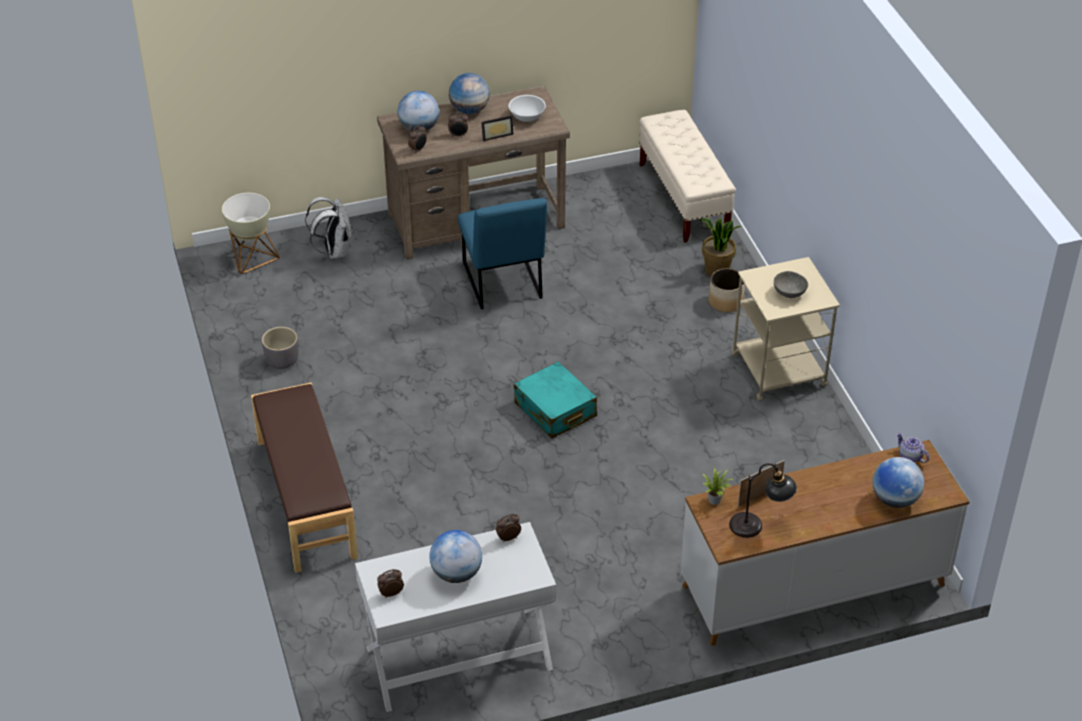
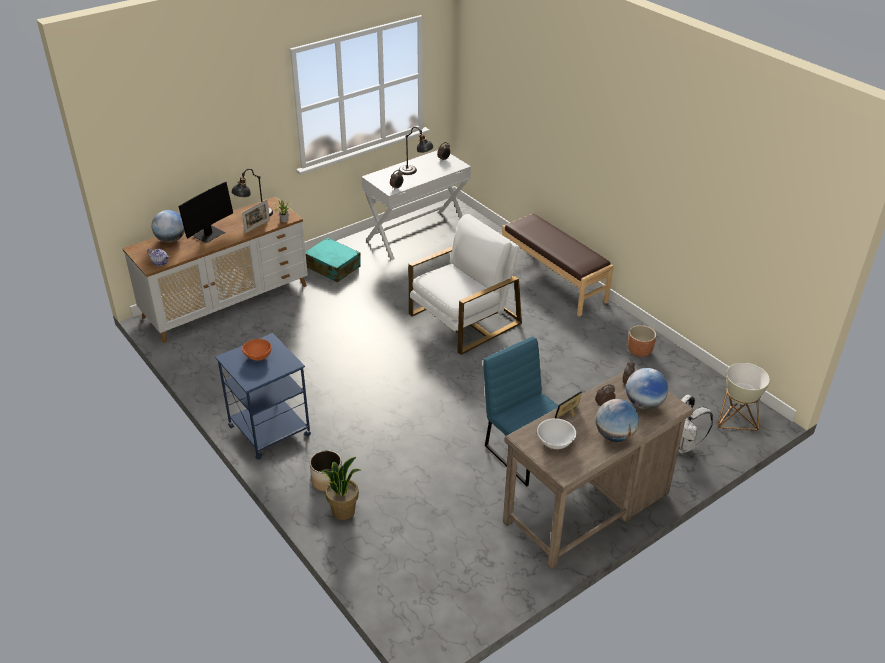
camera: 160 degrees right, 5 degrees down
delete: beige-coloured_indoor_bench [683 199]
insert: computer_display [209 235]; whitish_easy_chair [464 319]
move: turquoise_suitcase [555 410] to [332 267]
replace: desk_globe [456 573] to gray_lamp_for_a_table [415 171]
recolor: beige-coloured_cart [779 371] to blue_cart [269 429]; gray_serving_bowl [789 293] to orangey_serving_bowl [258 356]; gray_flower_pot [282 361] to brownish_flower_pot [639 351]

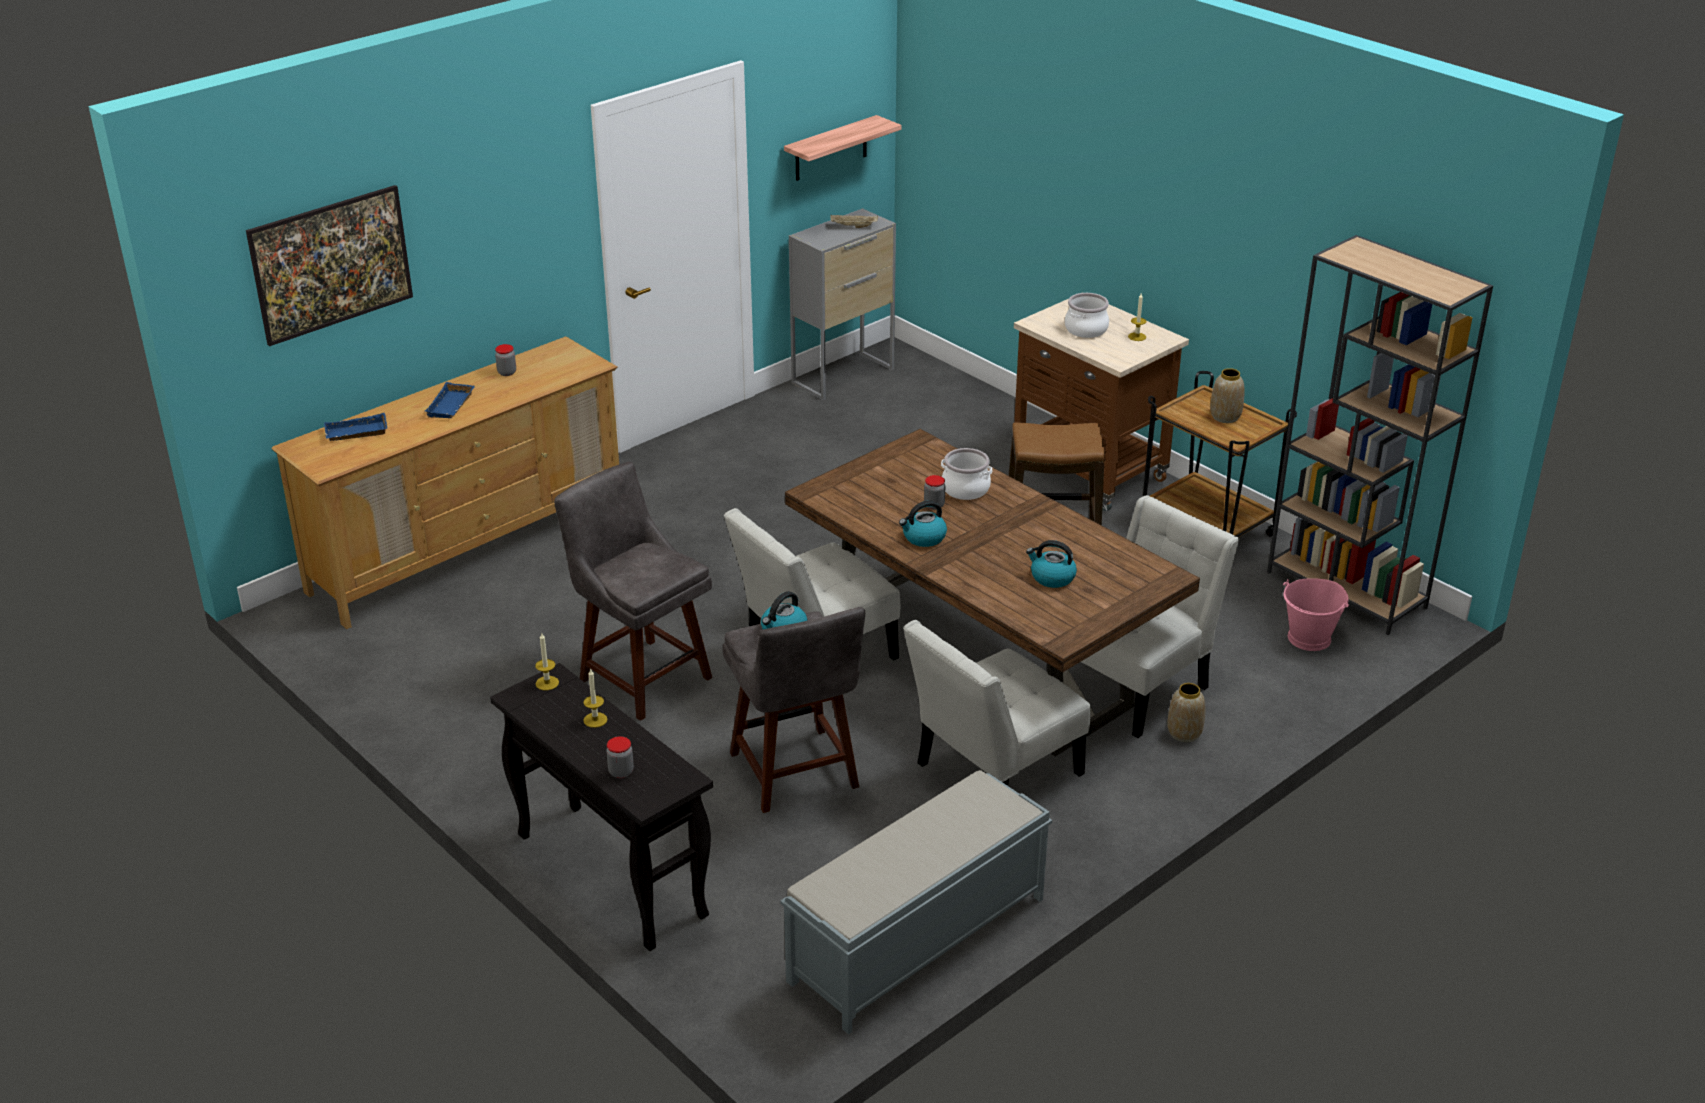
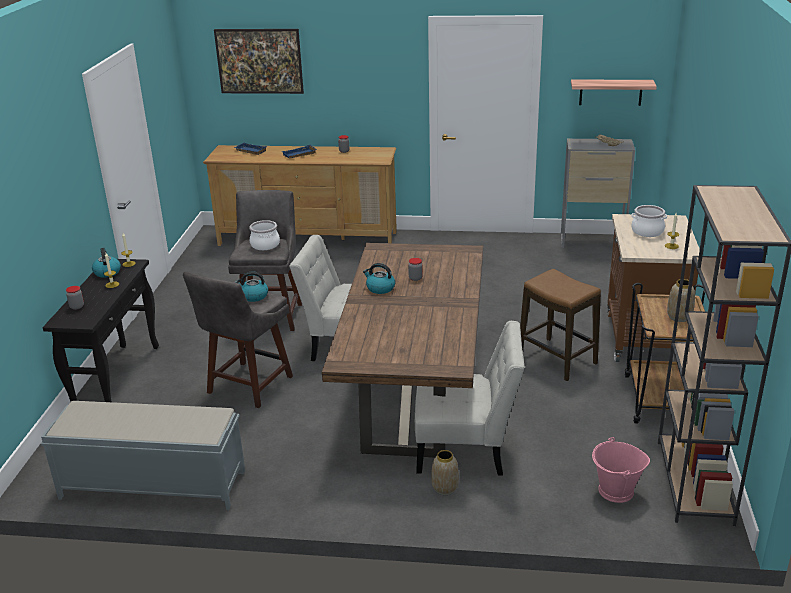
camera: 50 degrees right, 5 degrees down
delete: whitish_chair [992 773]
move: tea_kettle [1052 577] to [107 272]; saucepot [965 489] to [265 245]

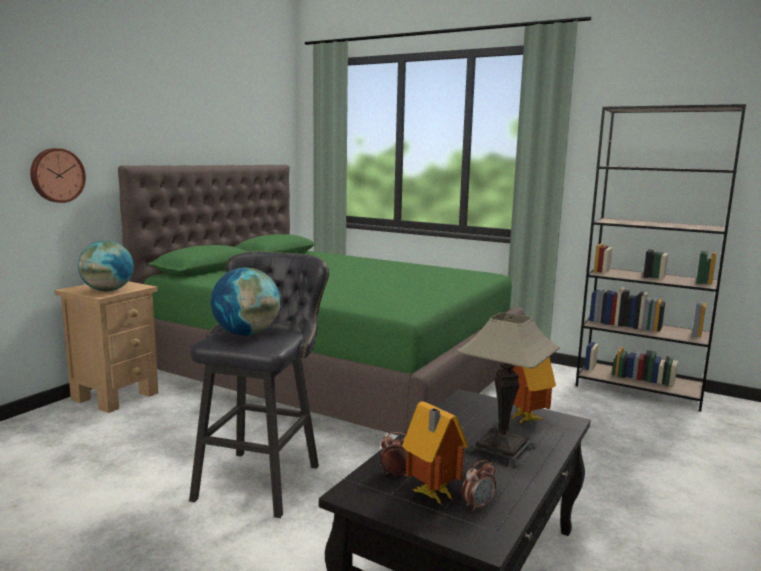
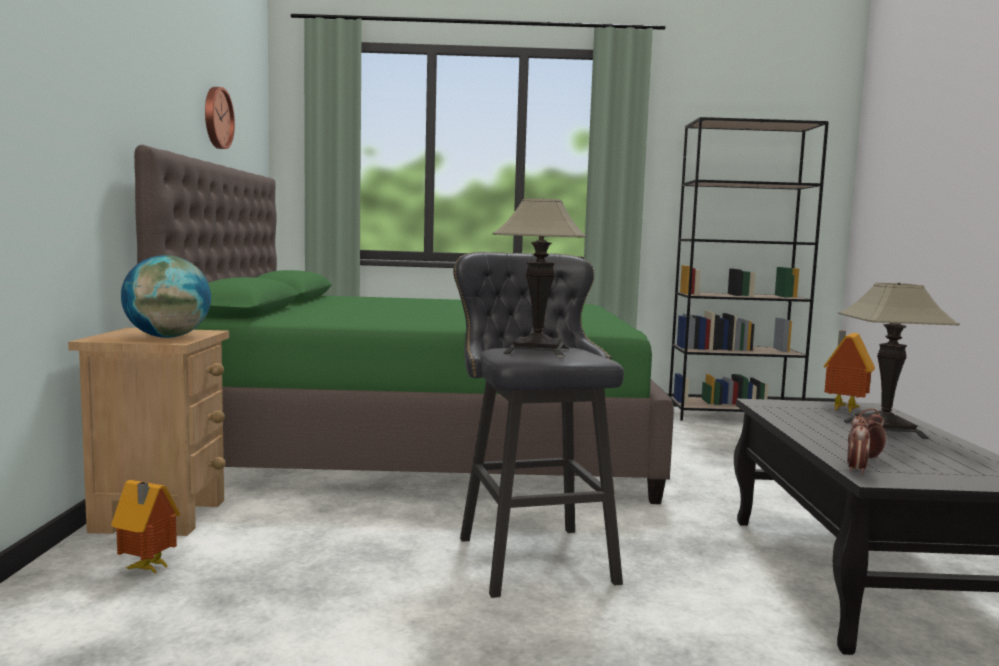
camera: 30 degrees left, 5 degrees down
move: miniature_house [431 496] to [146 569]; clock_on_the_wall [56 175] to [216 118]; alarm_clock [478 505] to [856 470]
replace: desk_globe [246 334] to lamp_for_a_table [536 351]

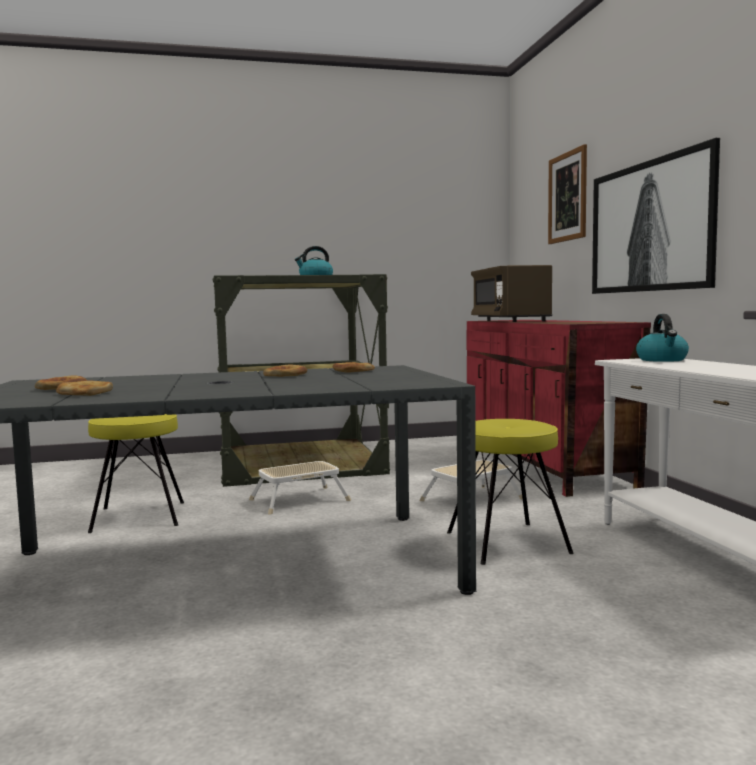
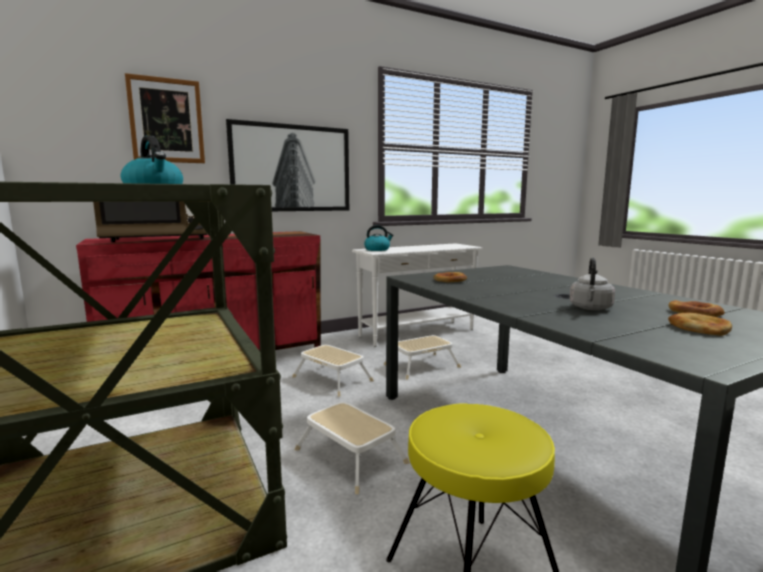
camera: 105 degrees left, 5 degrees up
delete: bread [286 375]
insert: gray_tea_kettle [590 308]
replace: yellow-coloured_sitting_stool [508 542] to beige-coloured_step_ladder [422 366]

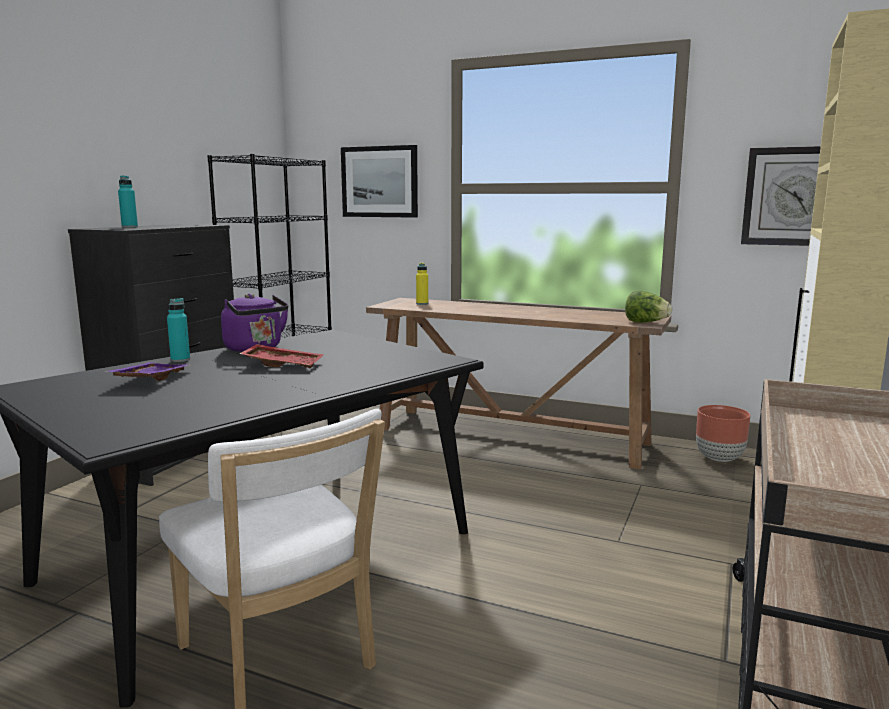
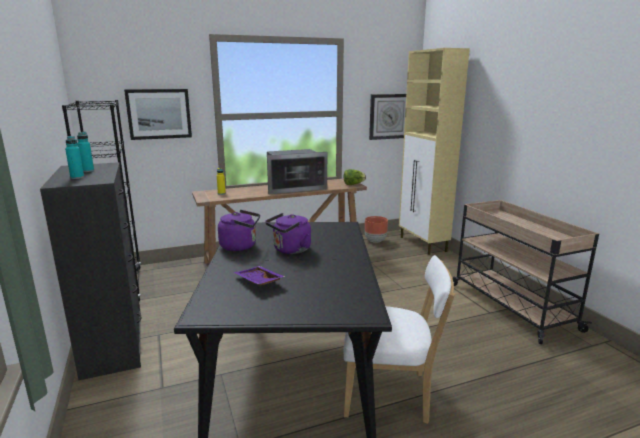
camera: 45 degrees left, 5 degrees up
insert: microwave_oven [294 188]
move: turquoise_drink_bottle [180 360] to [87 171]
replace: red_carrying_tray [283 364] to purplish_tea_kettle [290 250]

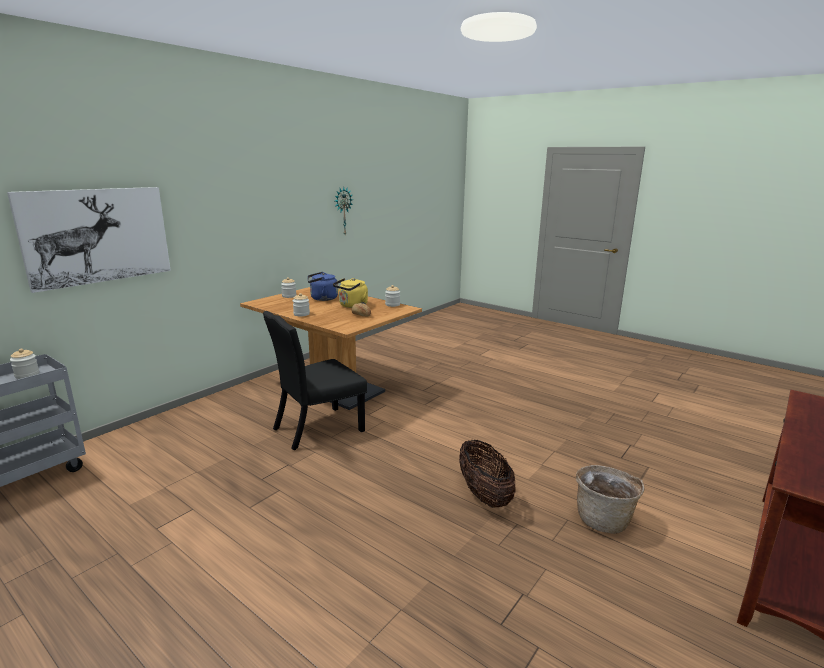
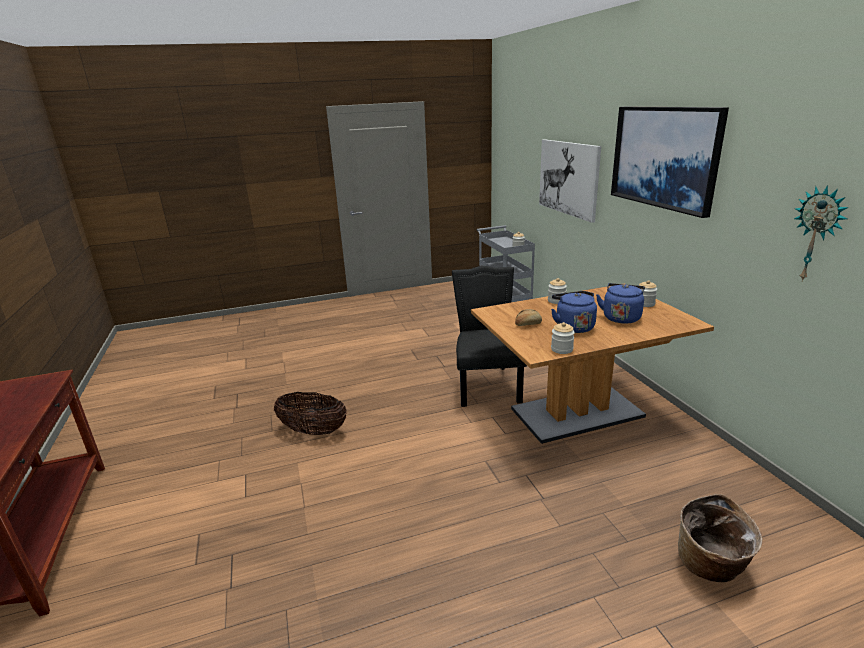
camera: 125 degrees right, 5 degrees up
insert: picture [664 157]
move: basket [603 519] to [710 566]
recolor: yellow-coloured_tea_kettle [352 306] to blue_tea_kettle [573 326]

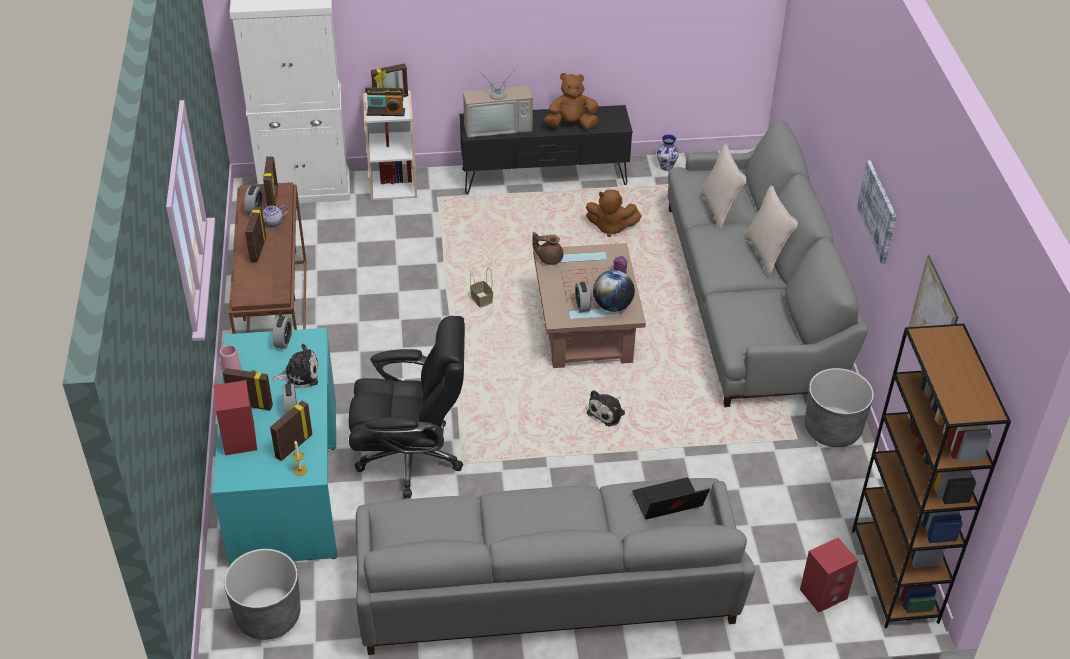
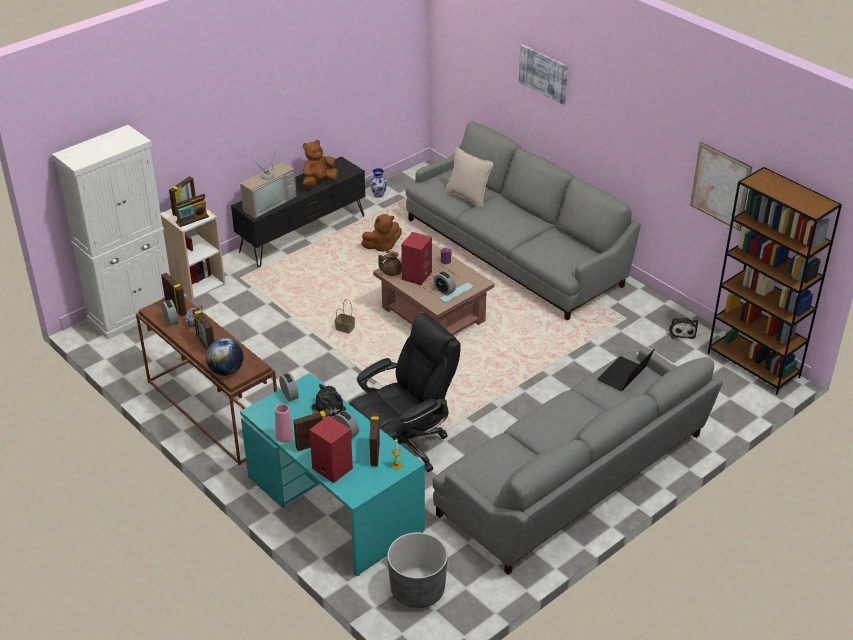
camera: 35 degrees left, 5 degrees down
delete: beige-coloured_pillow [766 254]; gray_flower_pot [832 429]
move: desk_globe [612 306] to [226 371]; red_audio_speaker [823 593] to [416 275]; picture [878 211] to [543 73]; cuddly_toy [607 412] to [682 331]

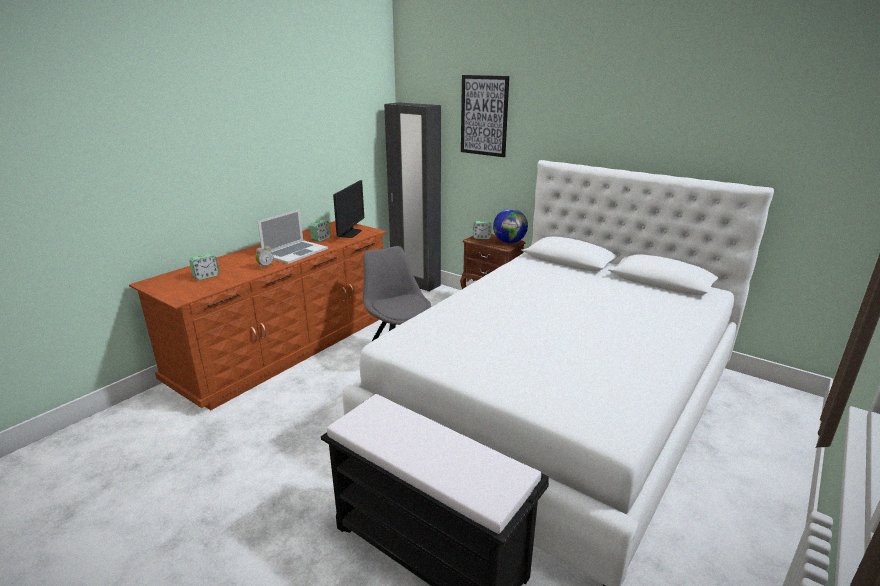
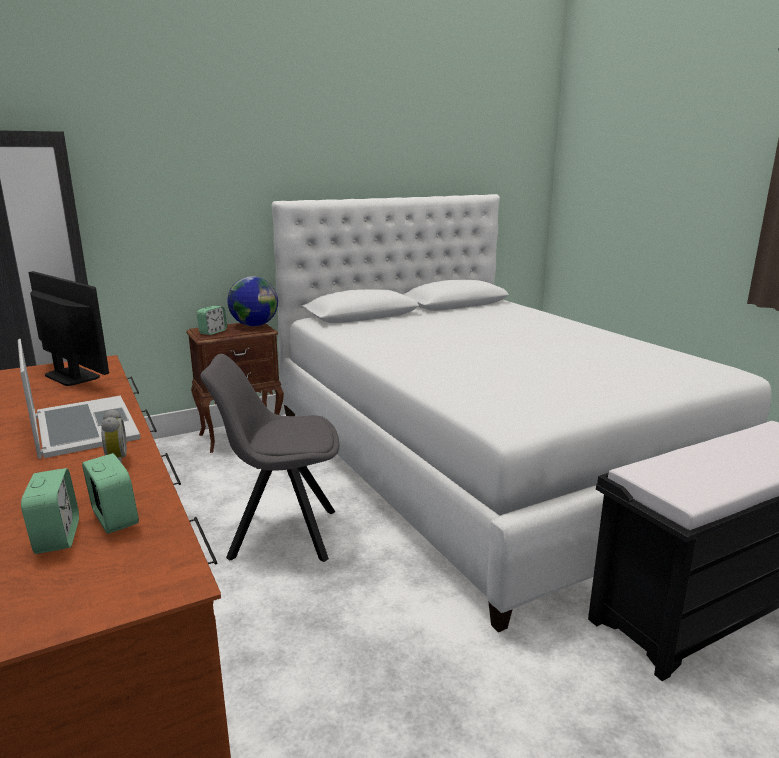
camera: 65 degrees left, 5 degrees down
delete: picture [484 116]
move: alarm_clock [320 239] to [114 519]

